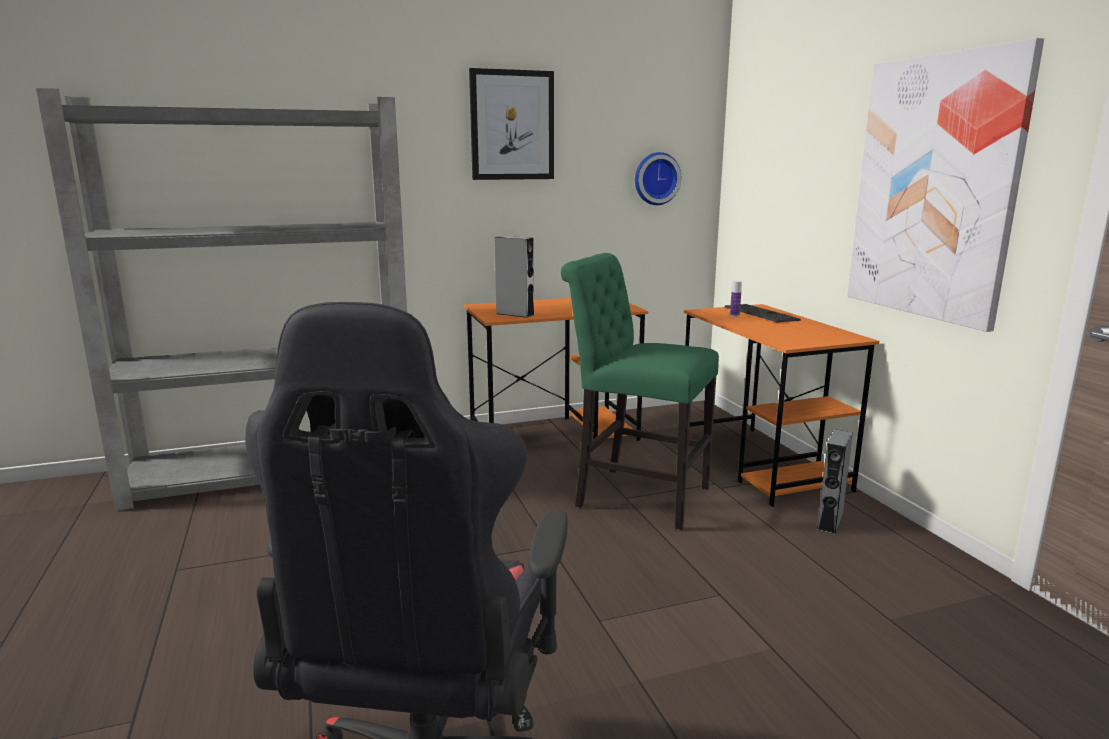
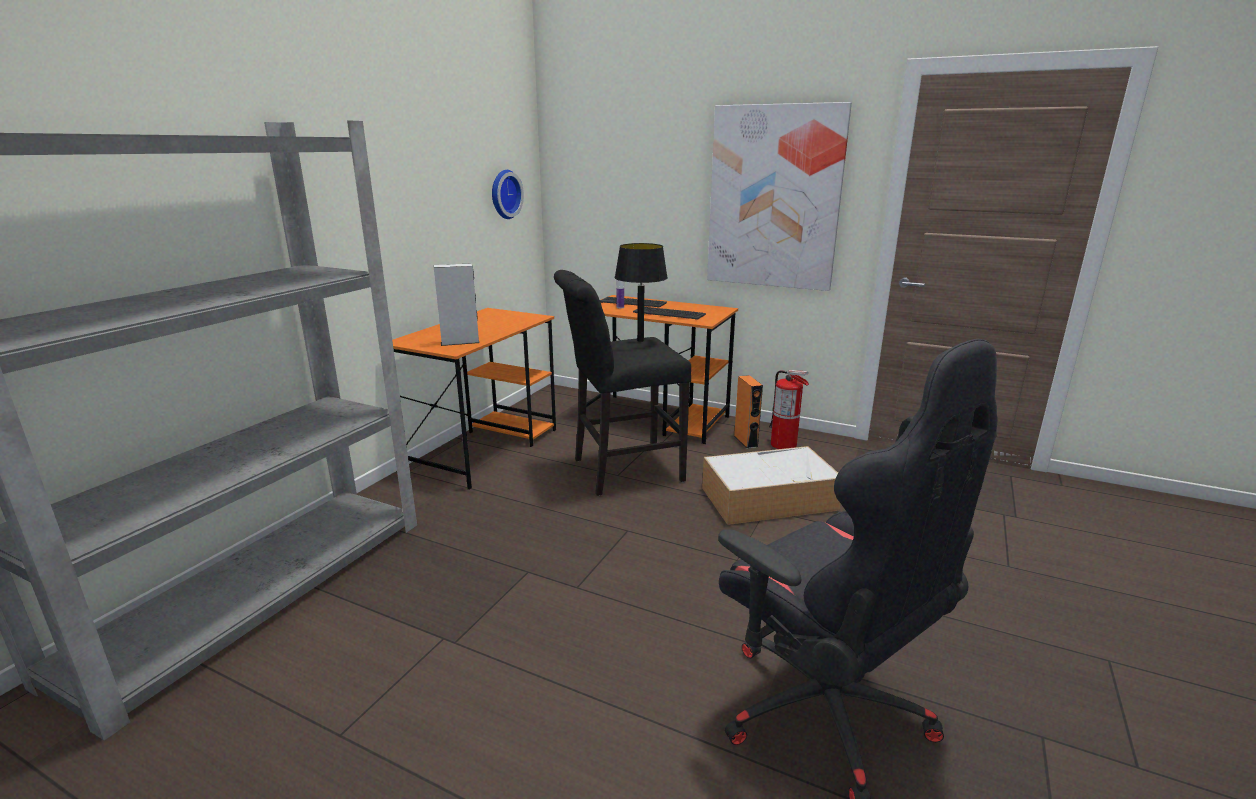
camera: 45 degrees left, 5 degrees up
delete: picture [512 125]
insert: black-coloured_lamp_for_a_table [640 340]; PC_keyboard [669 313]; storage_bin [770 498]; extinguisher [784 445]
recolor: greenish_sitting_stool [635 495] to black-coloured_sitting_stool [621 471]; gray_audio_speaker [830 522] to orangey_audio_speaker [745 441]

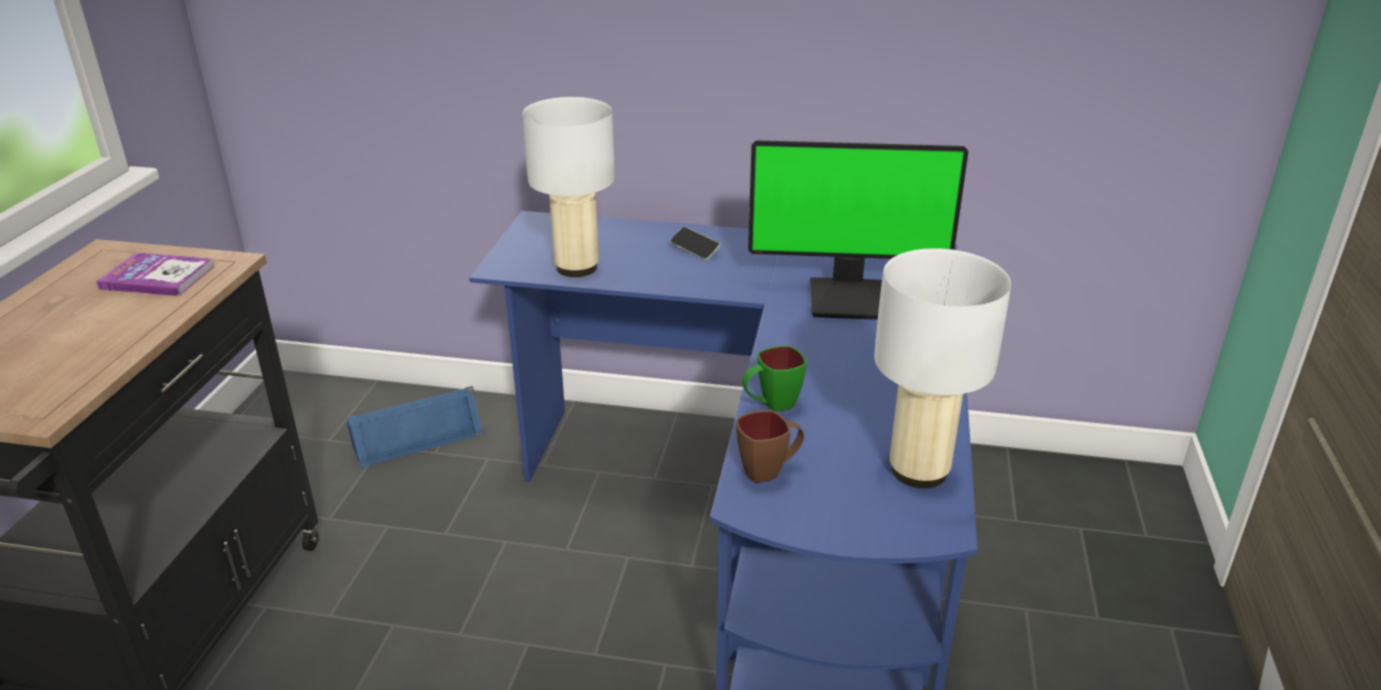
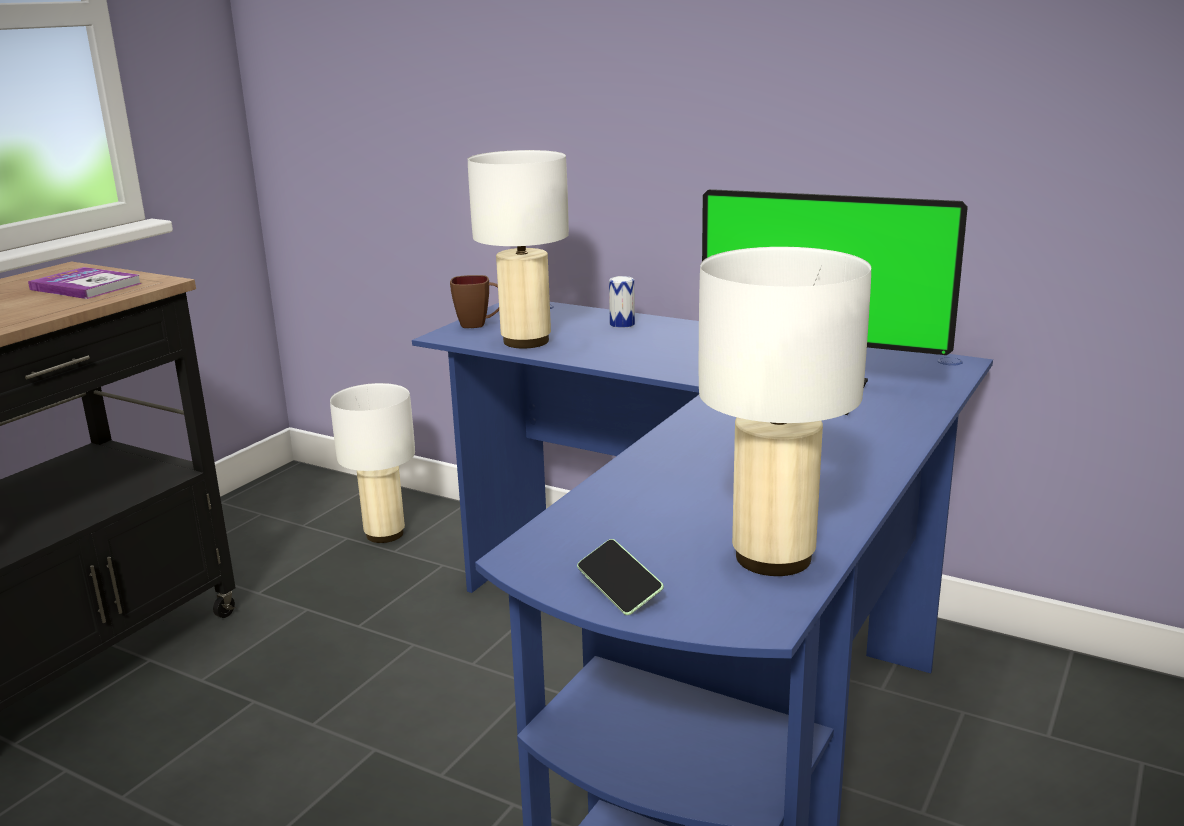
camera: 20 degrees right, 10 degrees down
delete: greenish_mug [771 405]
insert: can [622 324]
move: brownish_mug [769 471] to [480 324]; handset [694 249] to [619 589]
replace: blue_audio_speaker [416 436] to whitish_lamp_for_a_table [385 534]

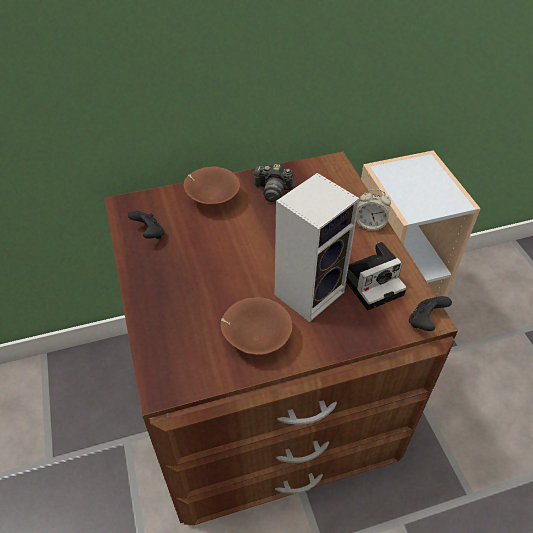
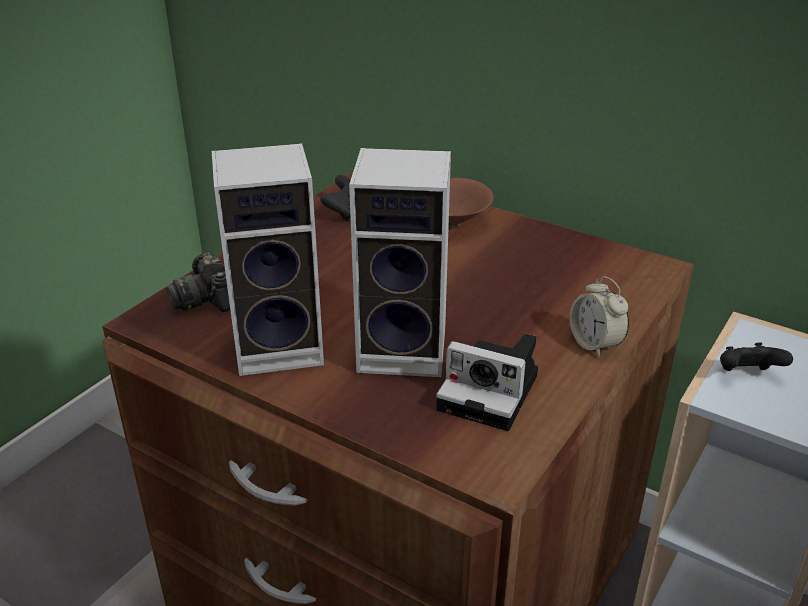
camera: 50 degrees right, 15 degrees down
move: still_camera [272 190] to [205 300]; black-coloured_joypad [425 321] to [747 375]
replace: brownish_serving_bowl [255 339] to audio_speaker [282 346]

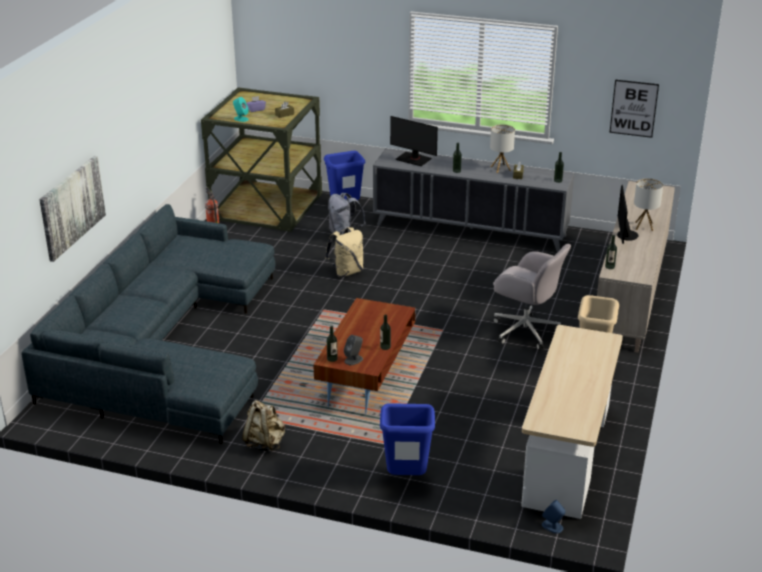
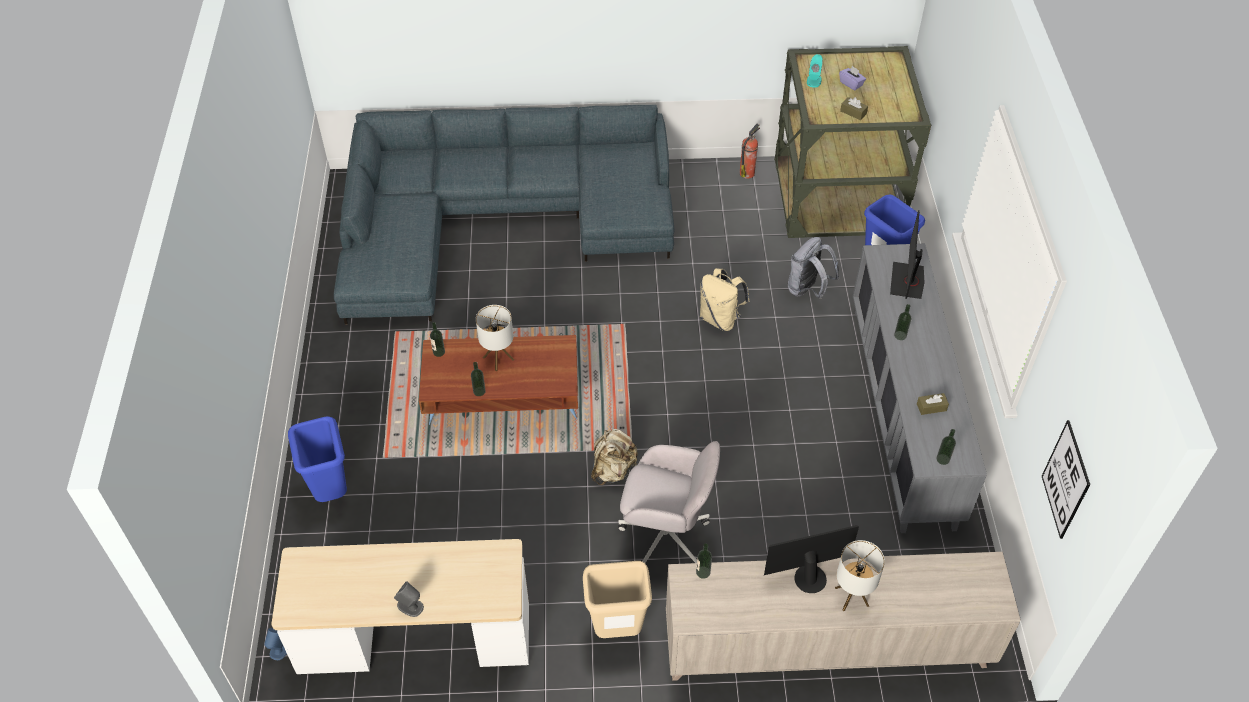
camera: 70 degrees right, 20 degrees up
delete: picture [72 207]
move: gray_audio_speaker [354 360] to [410 606]; lamp_for_a_table [500 168] to [498 358]; beige-coloured_knapsack [265 443] to [613 470]
rotate: gray_office_chair [525 332] = [666 537] 90 degrees counterclockwise

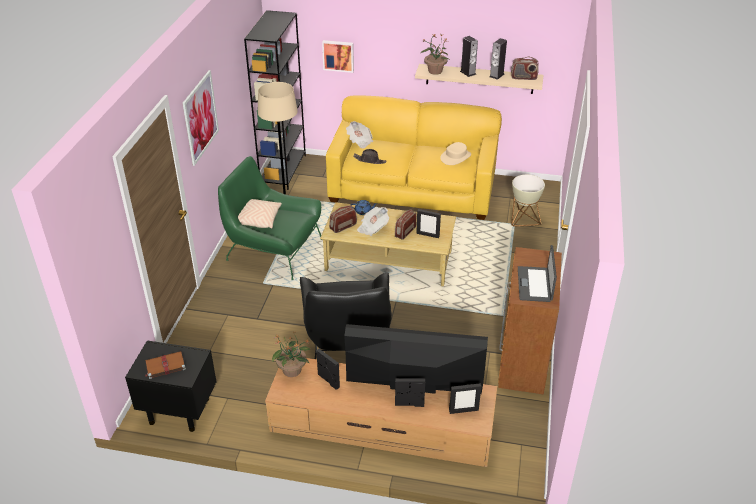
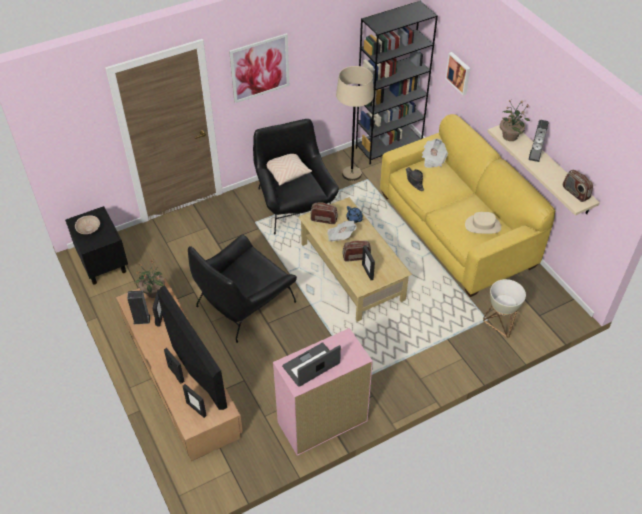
camera: 50 degrees right, 10 degrees up
move: audio_speaker [496 75] to [141 319]
replace: brownish_bound_book [164 366] to beige-coloured_serving_bowl [89 229]
recolor: greenish_easy_chair [273 250] to black-coloured_easy_chair [294 204]; brownish_cabinet [523 361] to pink-coloured_cabinet [322 421]

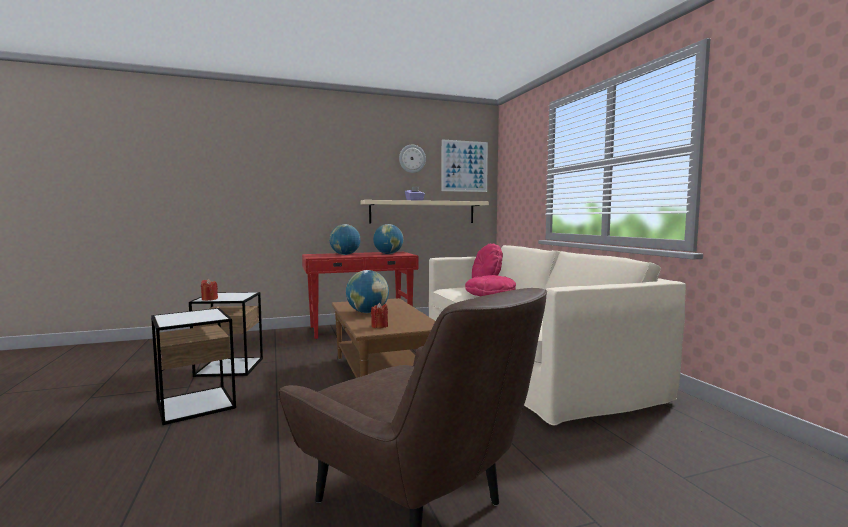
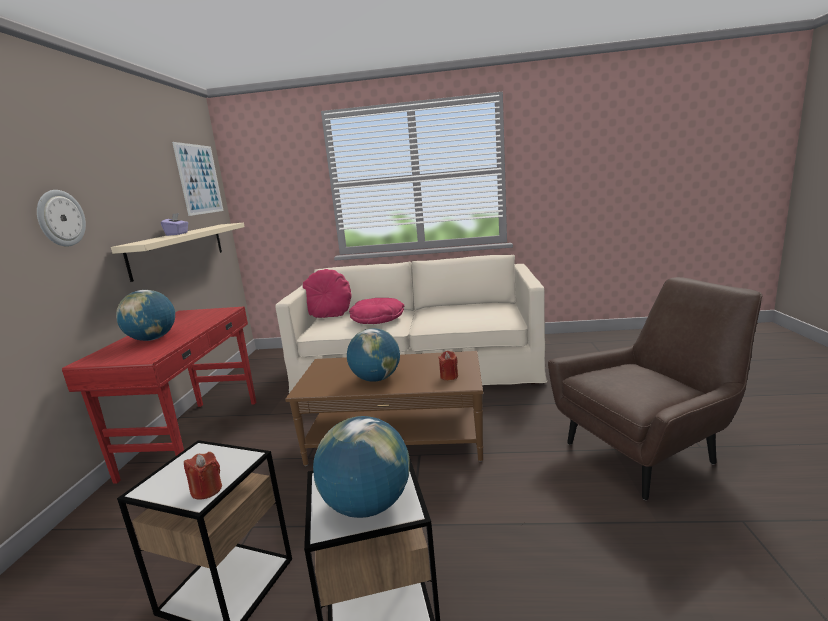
camera: 65 degrees left, 10 degrees up
move: clock_on_the_wall [412 158] to [60 218]; desk_globe [388 254] to [367 505]

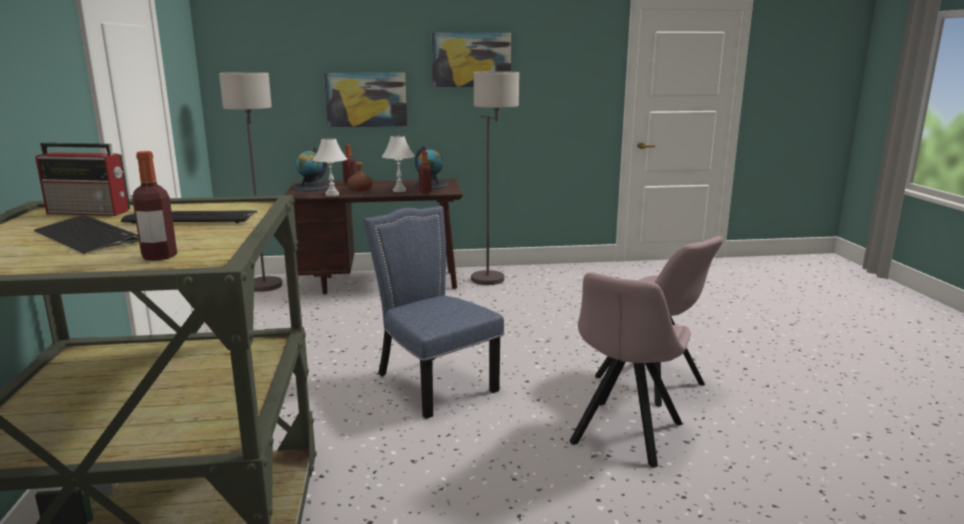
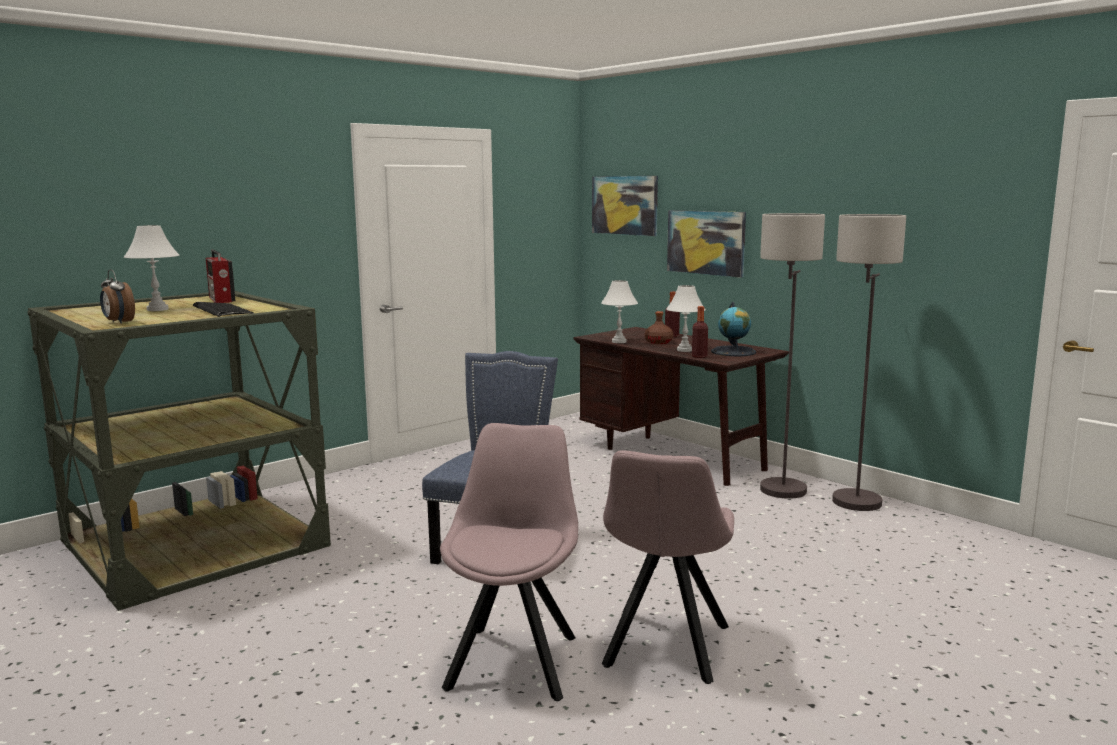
camera: 55 degrees right, 5 degrees down
delete: desk_globe [311 187]
move: picture [471 60] to [625 205]; gray_floor_lamp [265 289] to [853 507]
replace: drink_bottle [159 256] to alarm_clock [118 322]; PC_keyboard [88 236] to whitish_lamp_for_a_table [157 309]
rotate: pink-coloured_chair [625 433] = [514 662] 105 degrees clockwise

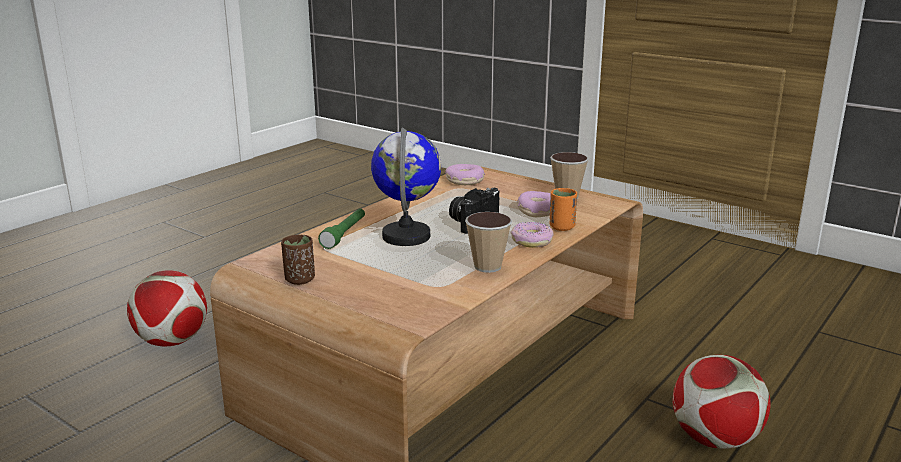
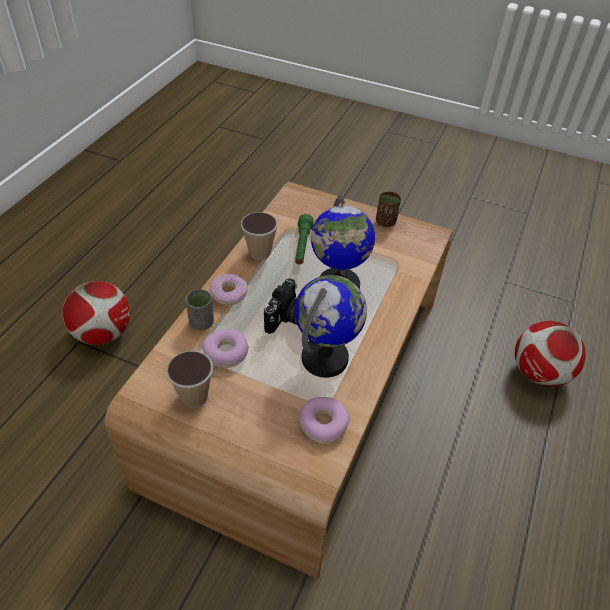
camera: 165 degrees right, 25 degrees up
insert: desk_globe [325 358]
move: greenish_torch [345 234] to [302 246]
recolor: orangey_small_cup [562 227] to gray_small_cup [201 322]

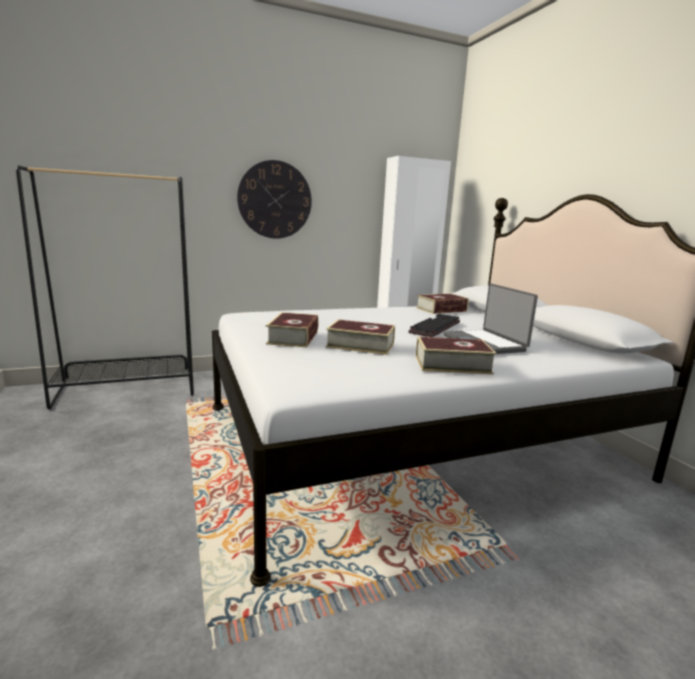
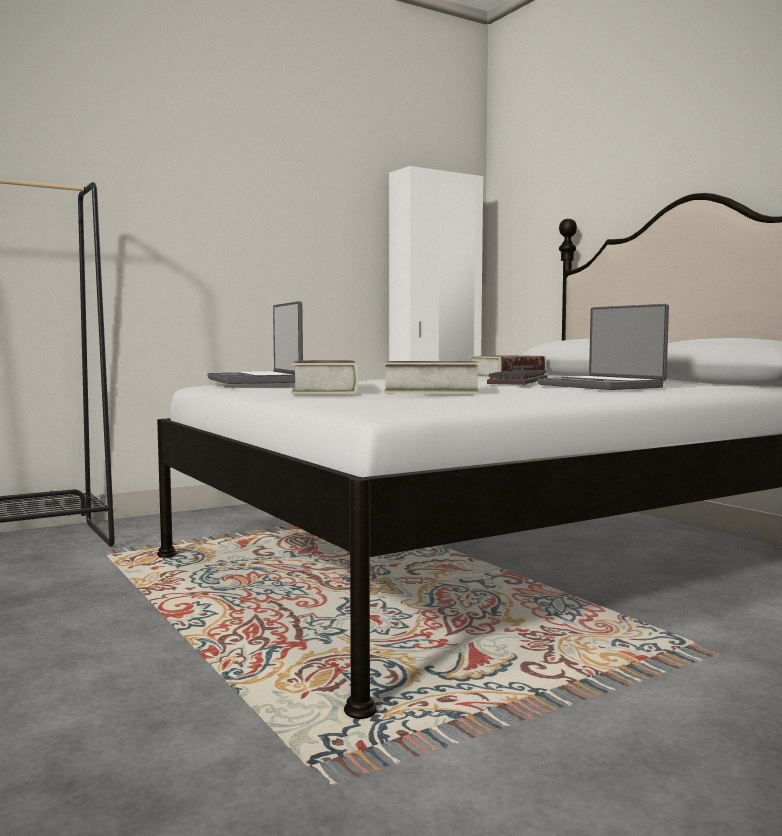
camera: 10 degrees left, 10 degrees down
delete: clock_on_the_wall [275 200]; bound_book [452 364]
insert: portable_computer [256 381]

